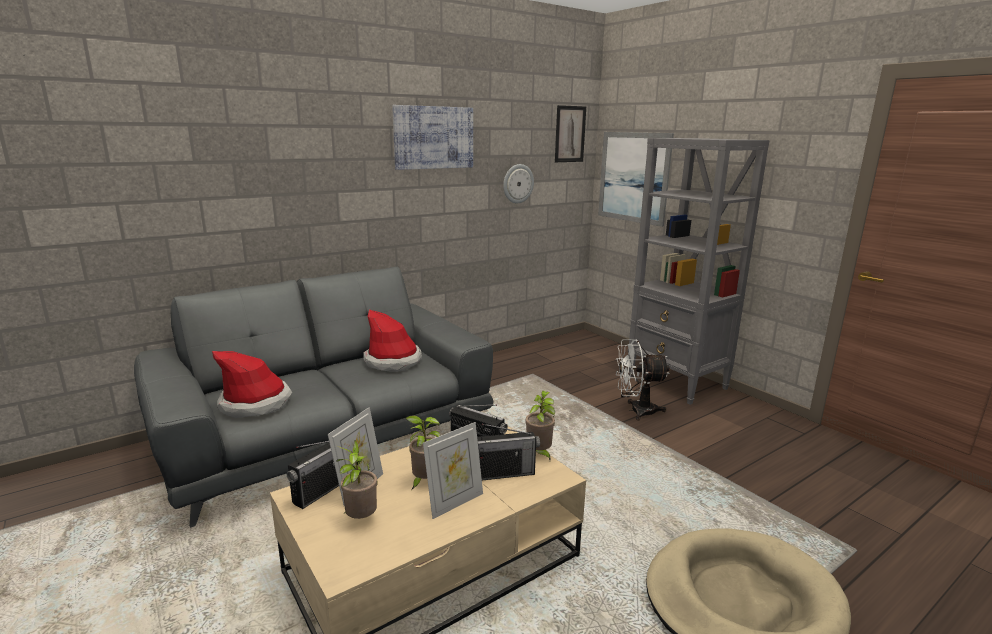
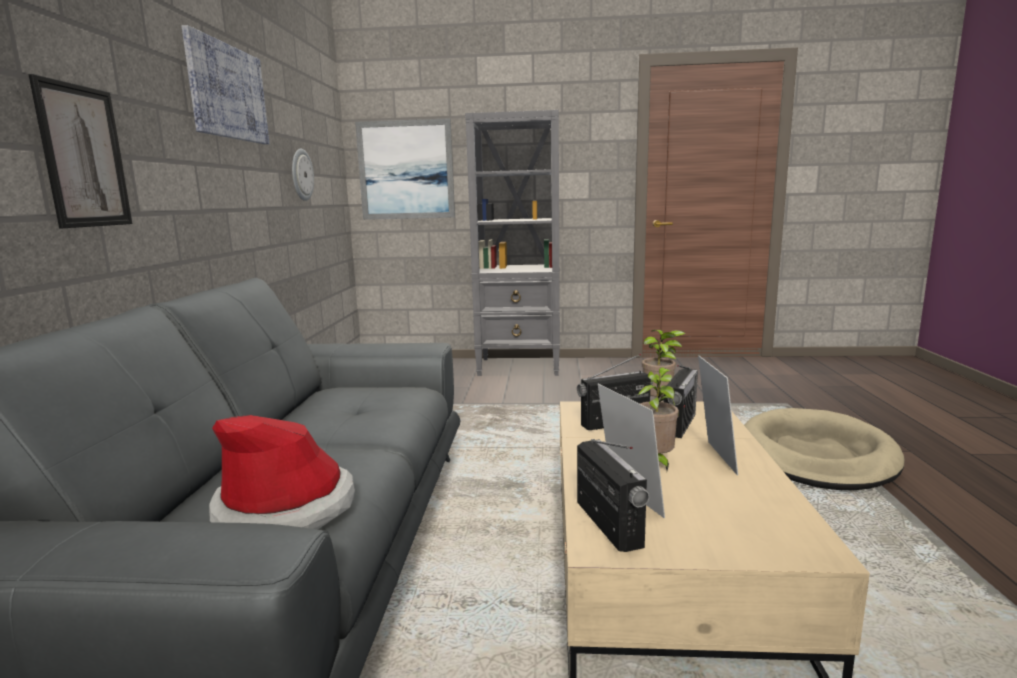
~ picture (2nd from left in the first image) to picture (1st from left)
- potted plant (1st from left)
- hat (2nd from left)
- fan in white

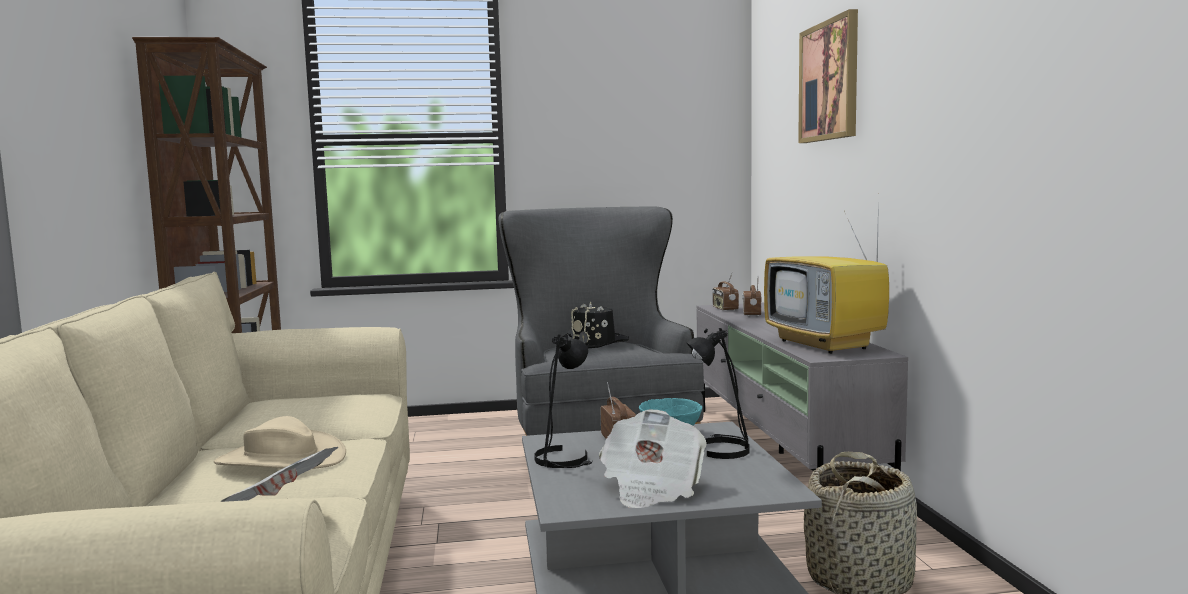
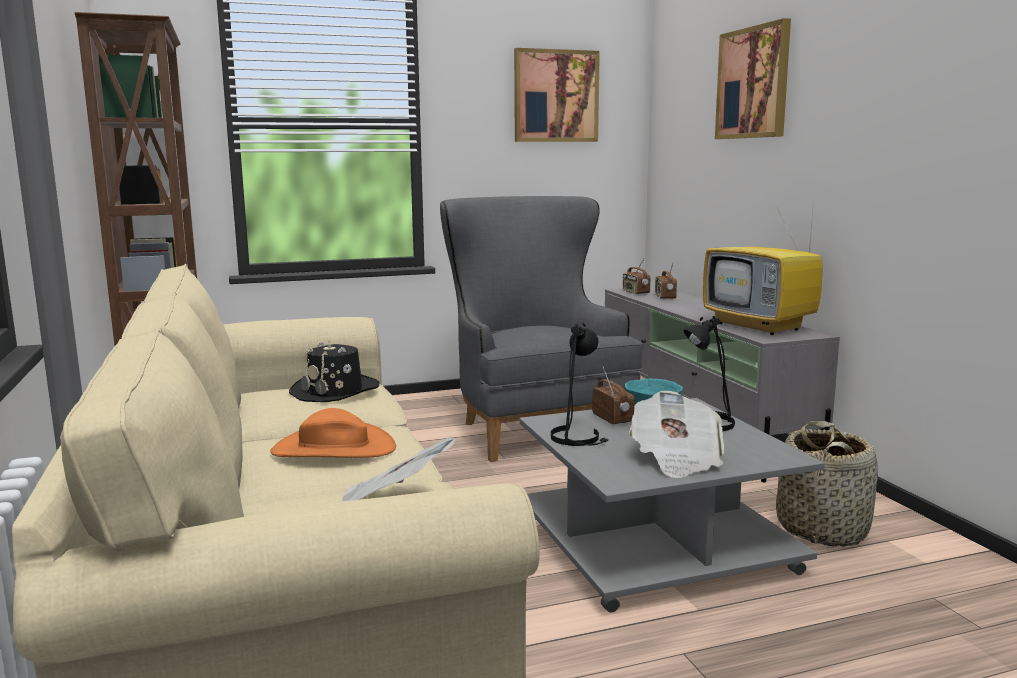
~ hat in beige to hat in orange
~ hat in black
+ picture (1st from left)

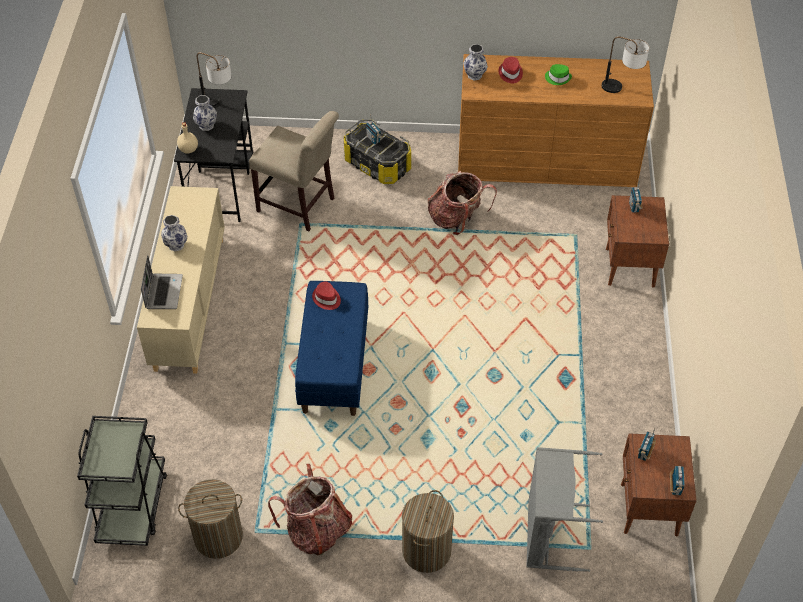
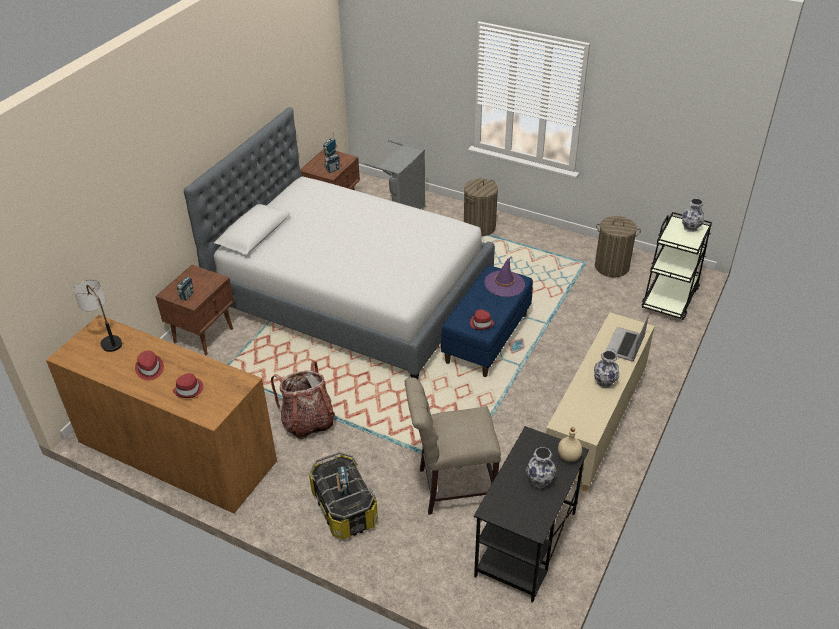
~ hat in green to hat in red (1st from left)
+ bed
~ chair in beige 60 degrees counterclockwise
+ hat in purple
~ vase (3rd from left)
- table lamp (1st from left)
- backpack (1st from left)

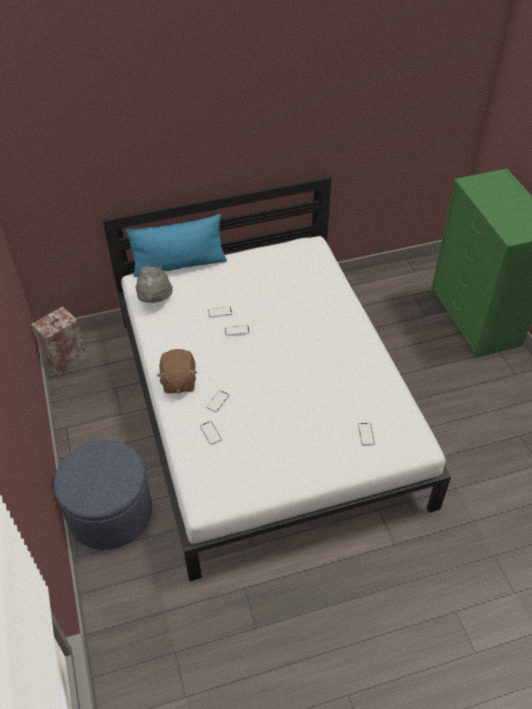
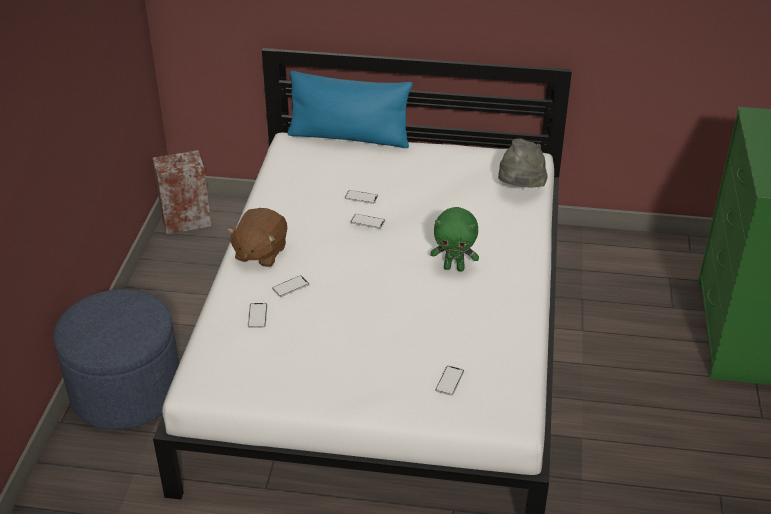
+ plush toy in green
~ hat in grey

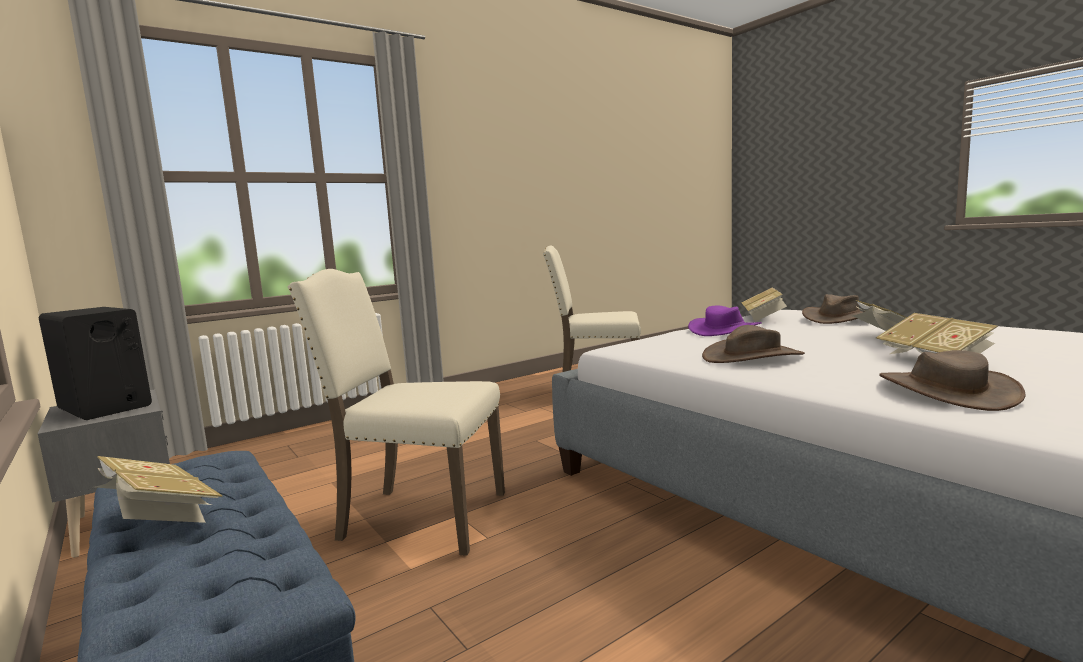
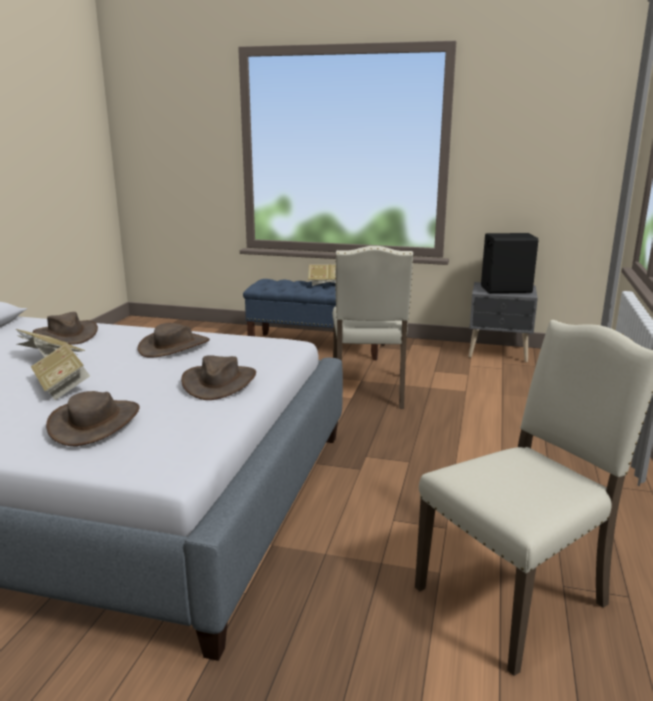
~ hat in purple to hat in brown (4th from left)
~ chair in beige (1st from left) 120 degrees clockwise
- book (2nd from left)

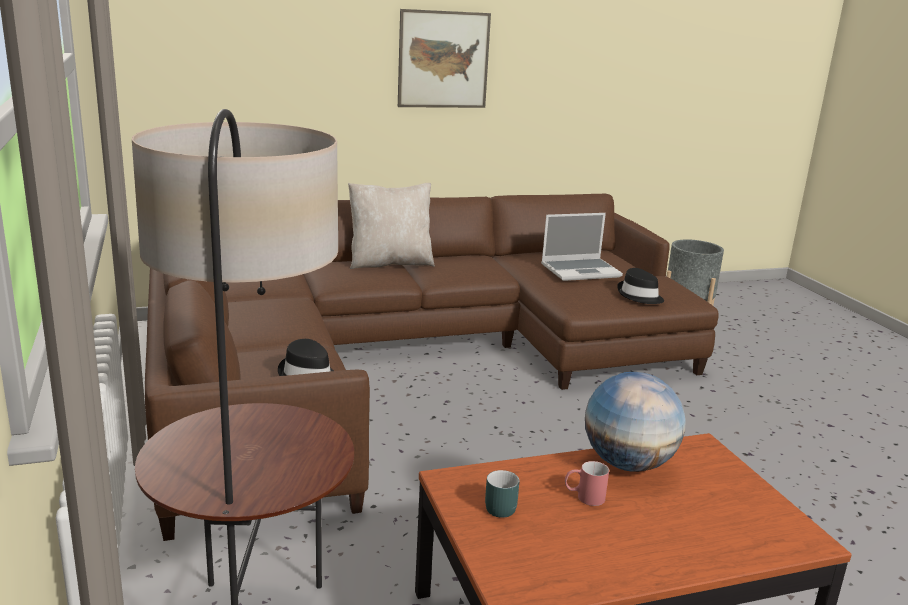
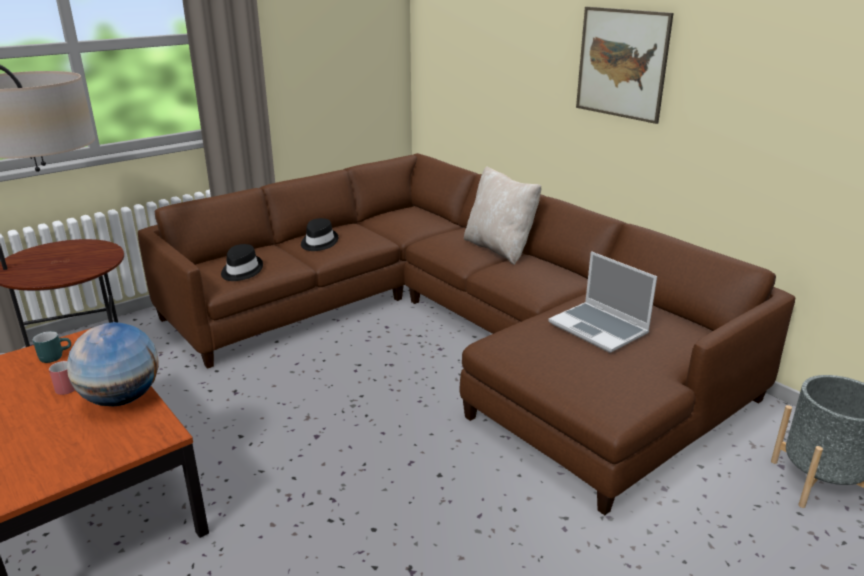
~ hat in black (2nd from left)

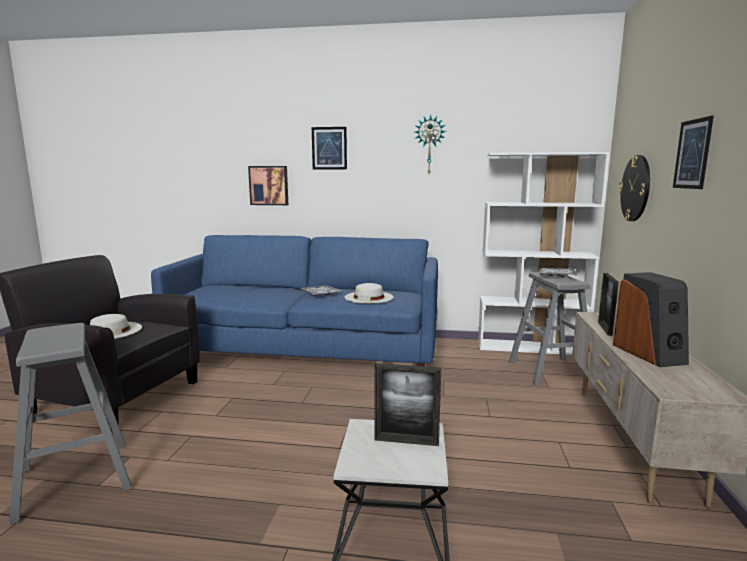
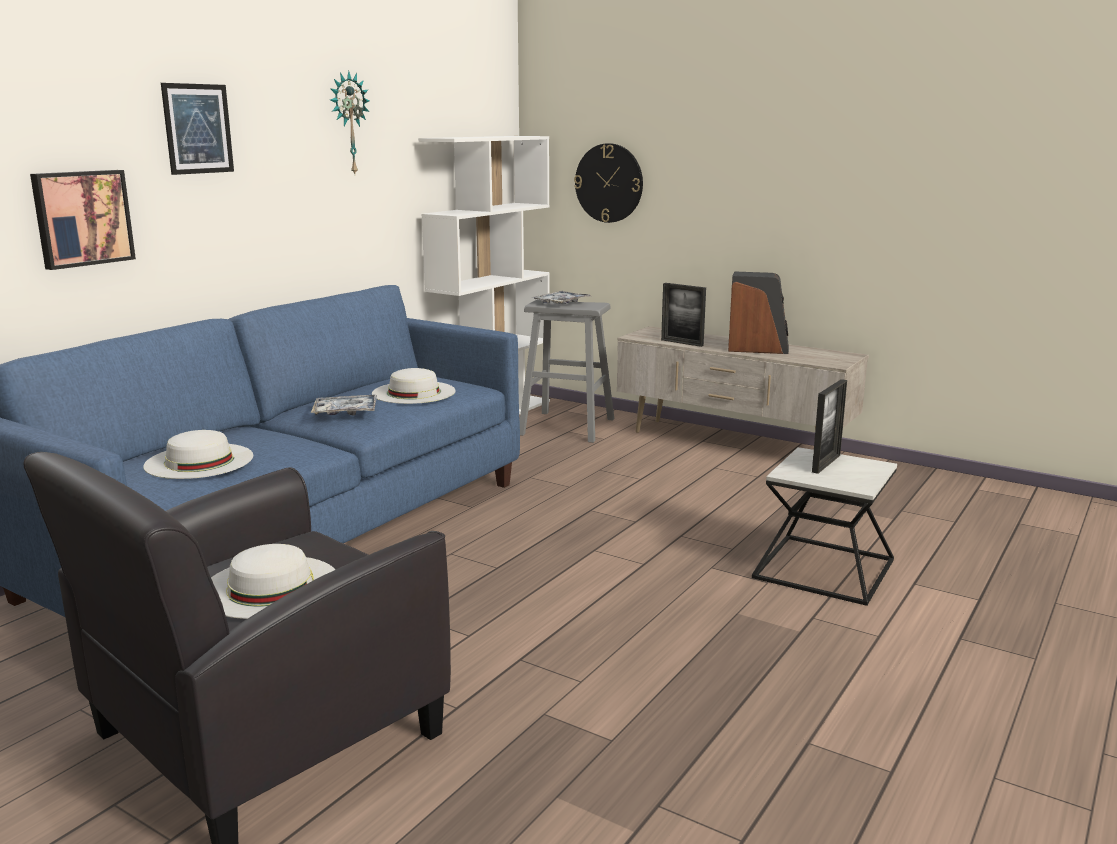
+ hat in white (1st from left)
- stool in grey (1st from left)
- picture (3rd from left)

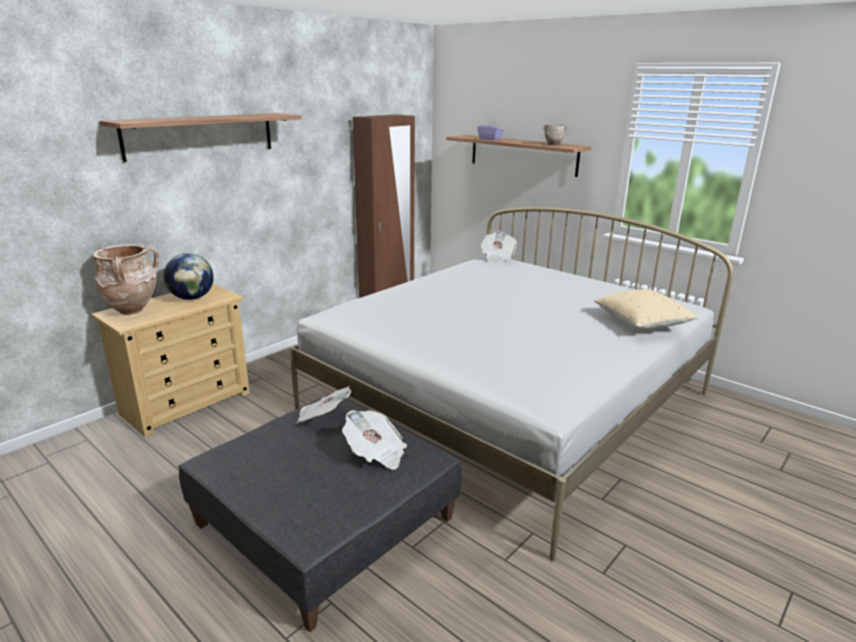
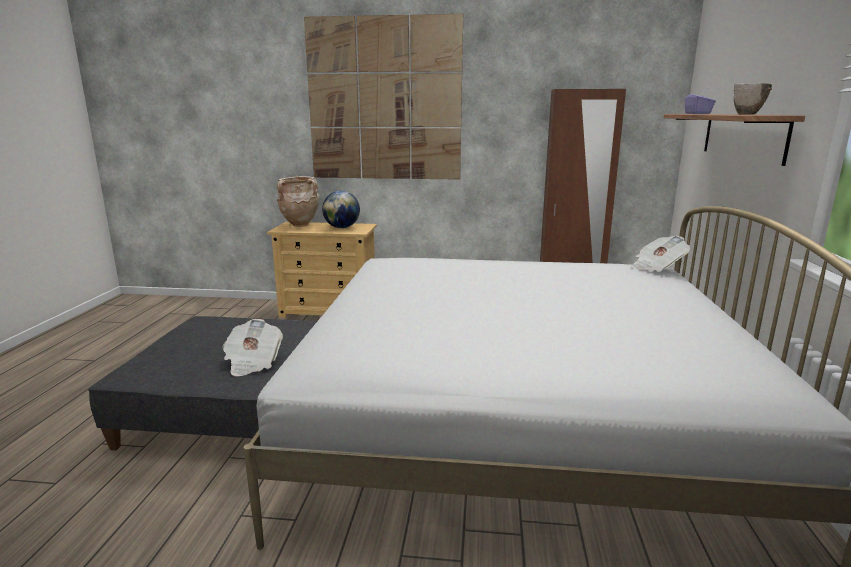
~ shelf (1st from left) to picture
- newspaper (1st from left)
- pillow in beige

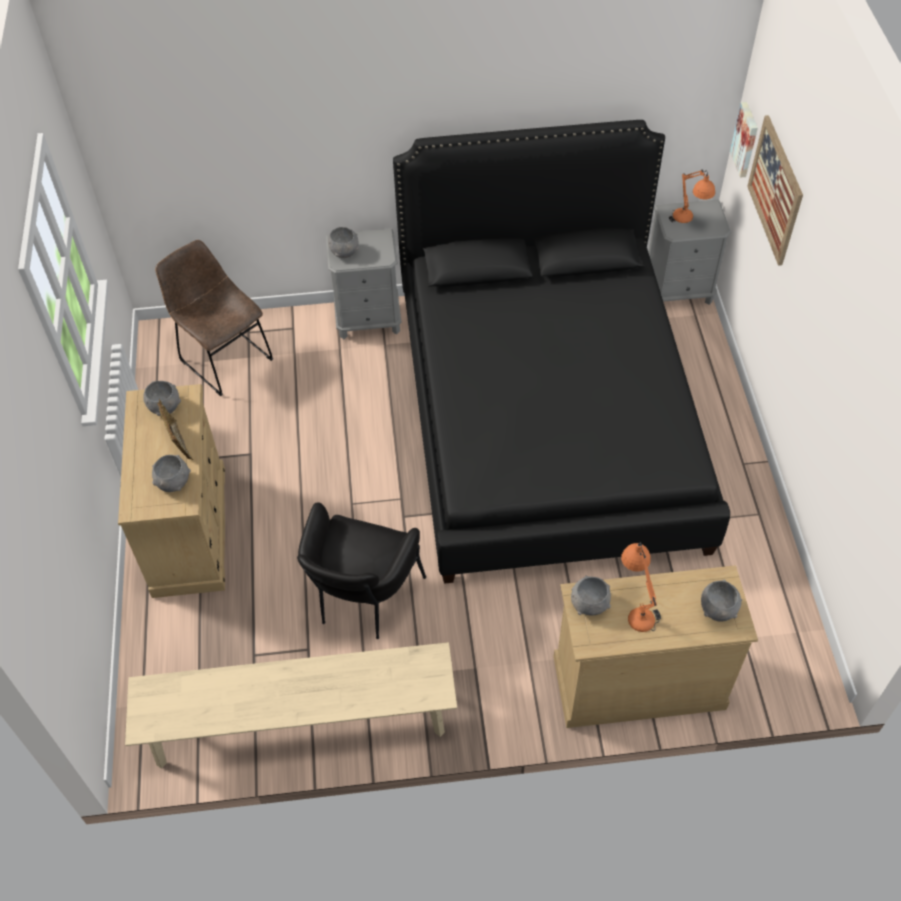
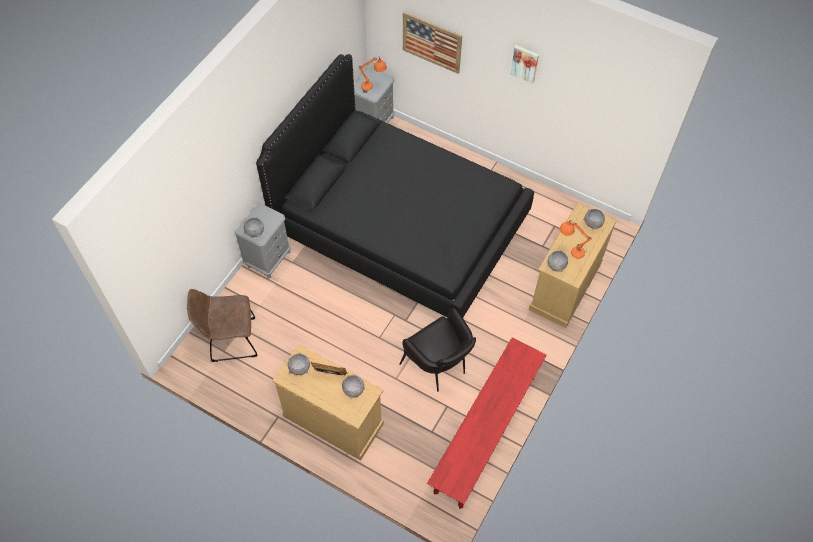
~ bench in beige to bench in red
~ picture (1st from left in the first image) to picture (2nd from left)

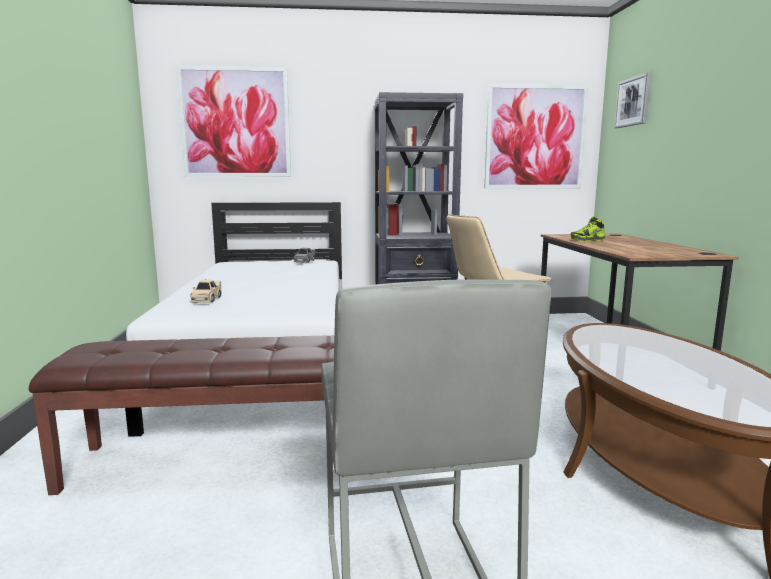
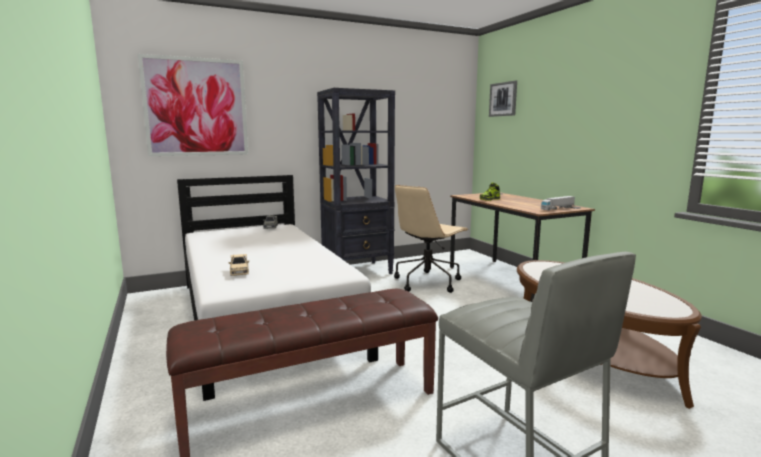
+ toy truck
- picture (2nd from left)

